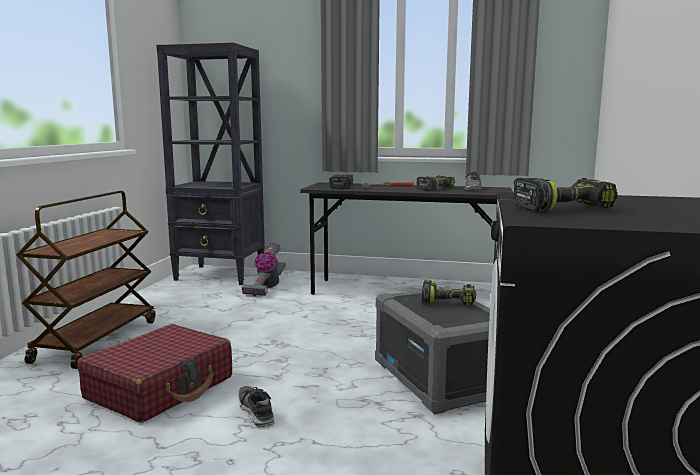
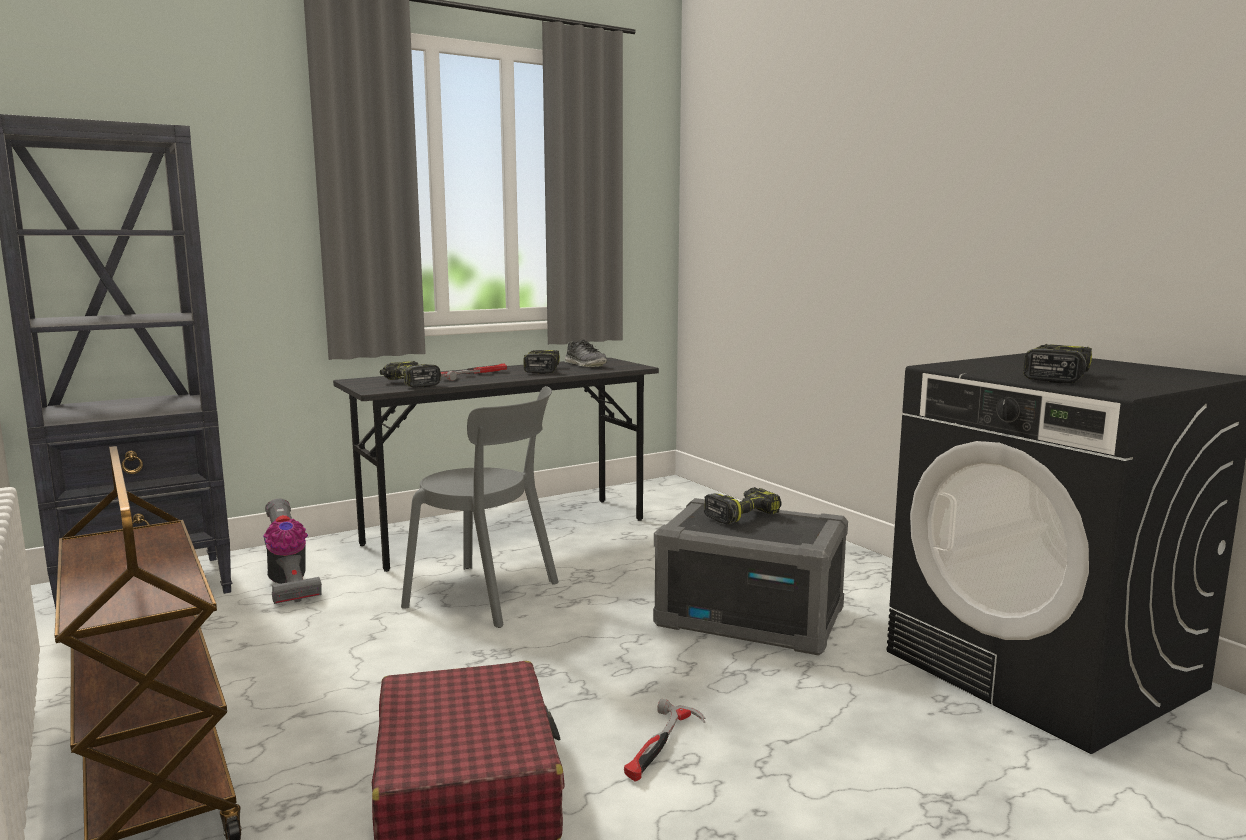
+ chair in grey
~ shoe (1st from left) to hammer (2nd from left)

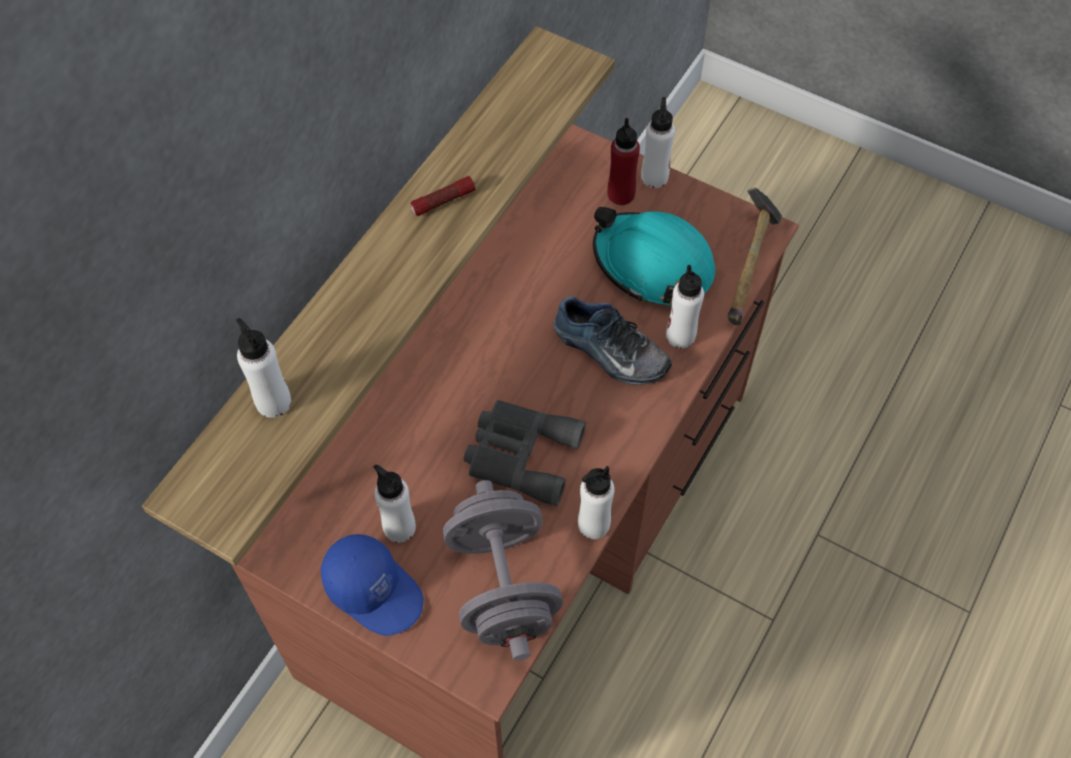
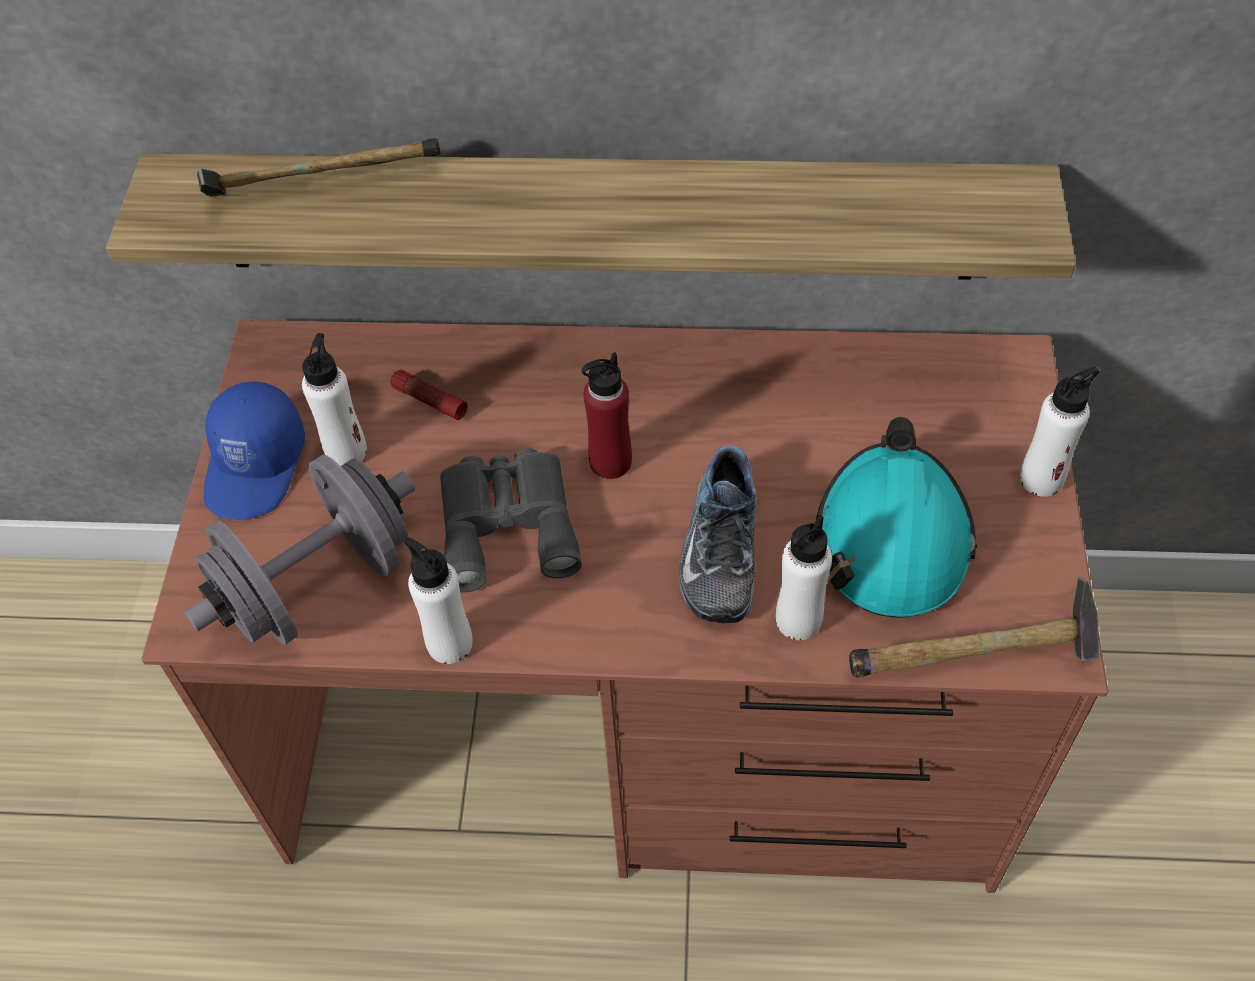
~ bottle in white (1st from left) to hammer (1st from left)
~ flashlight
~ bottle in red

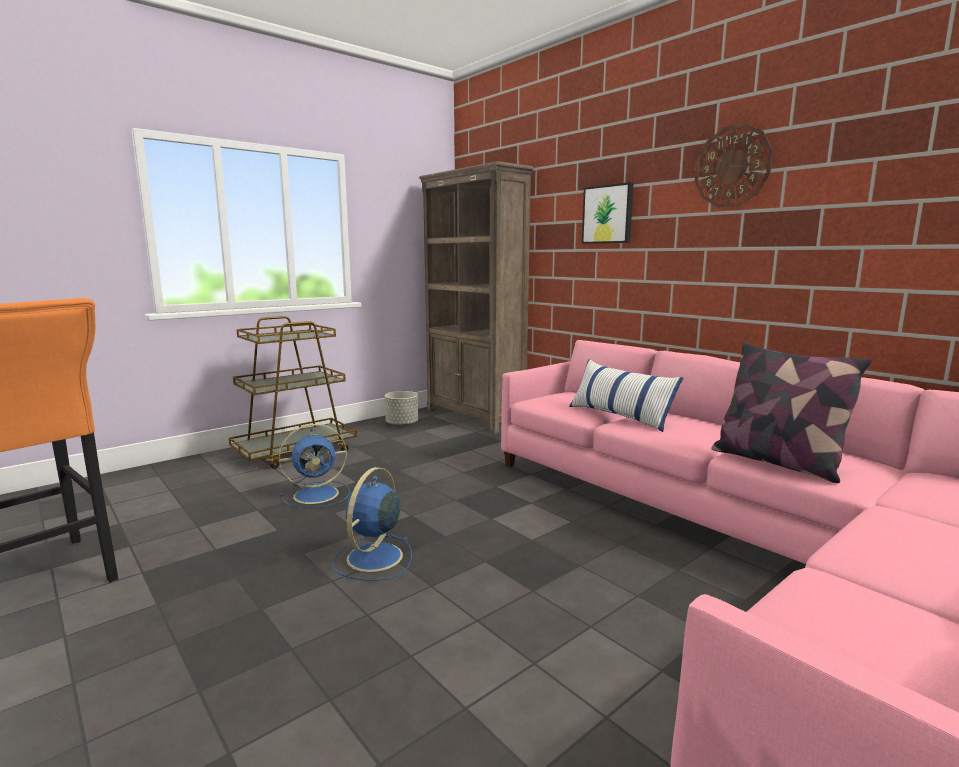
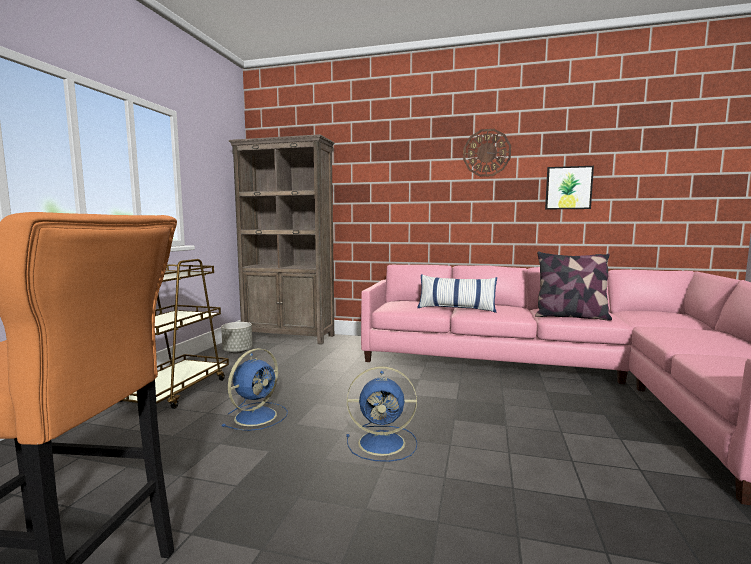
~ fan in blue (2nd from left) 75 degrees counterclockwise
~ picture

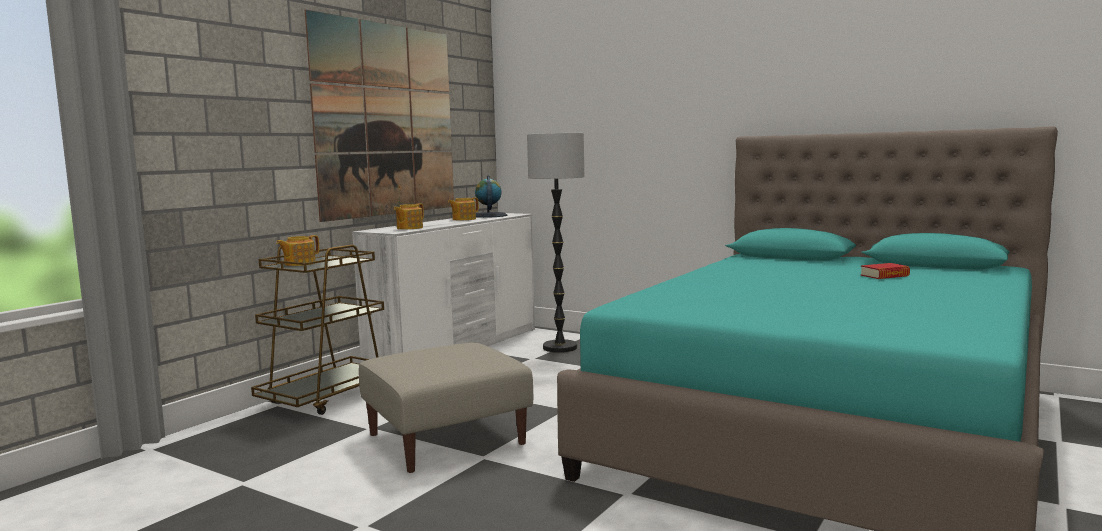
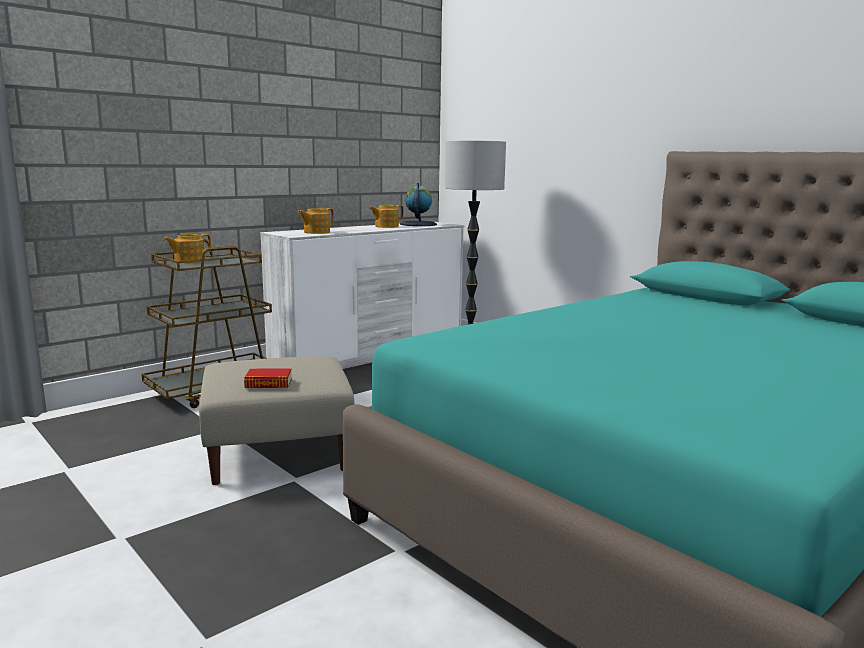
~ book
- picture

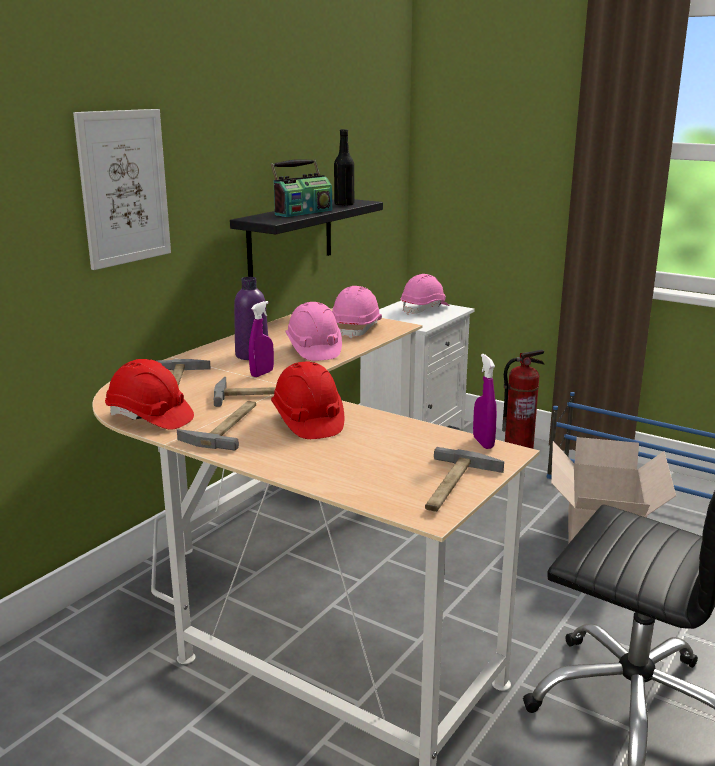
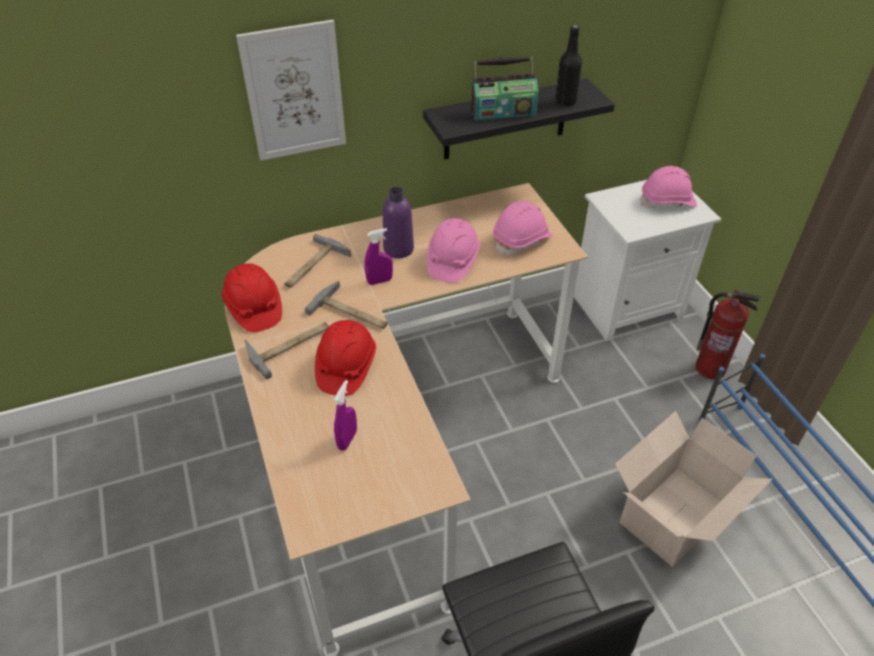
~ spray bottle in purple (2nd from left in the first image) to spray bottle in purple (1st from left)
- hammer (4th from left)

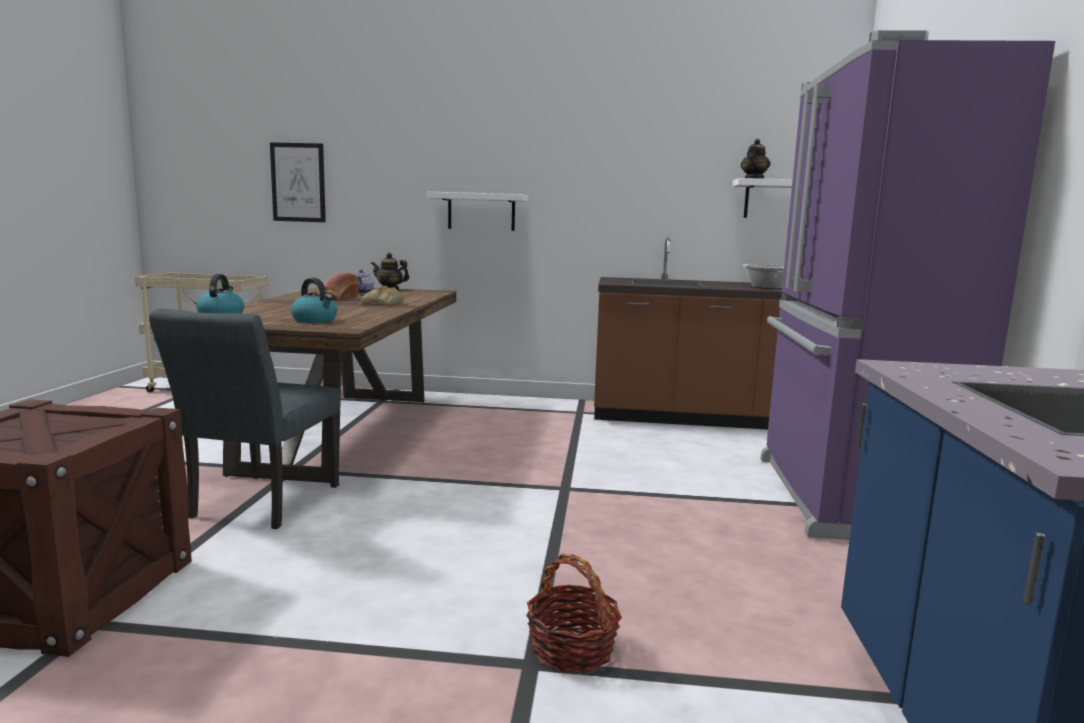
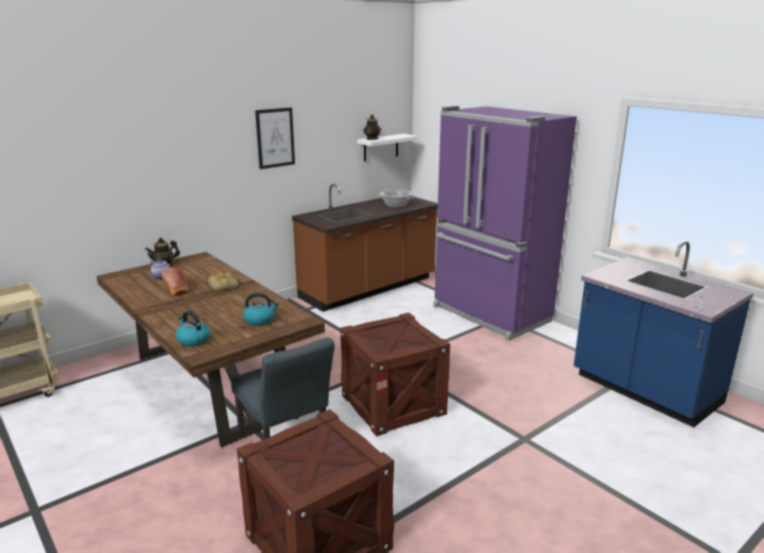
~ picture
+ crate (2nd from left)
- shelf in white (1st from left)
- basket

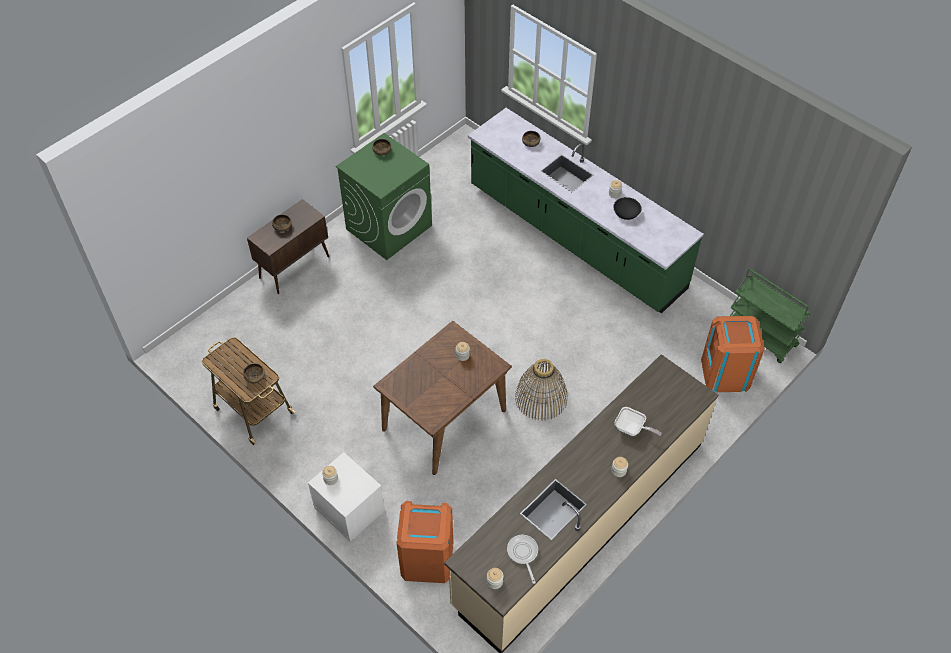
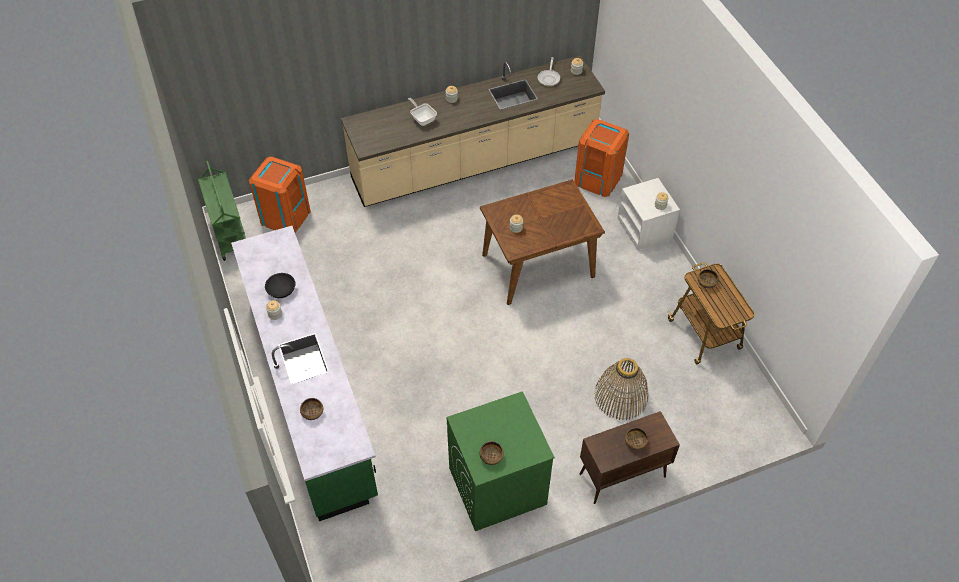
~ basket

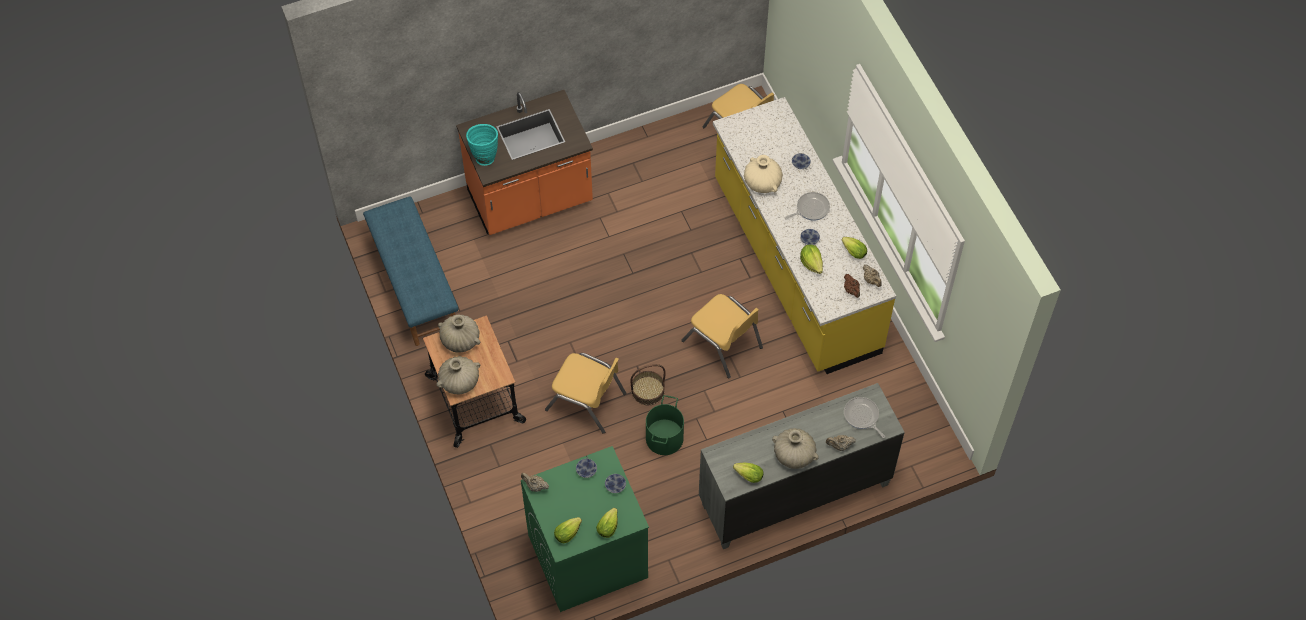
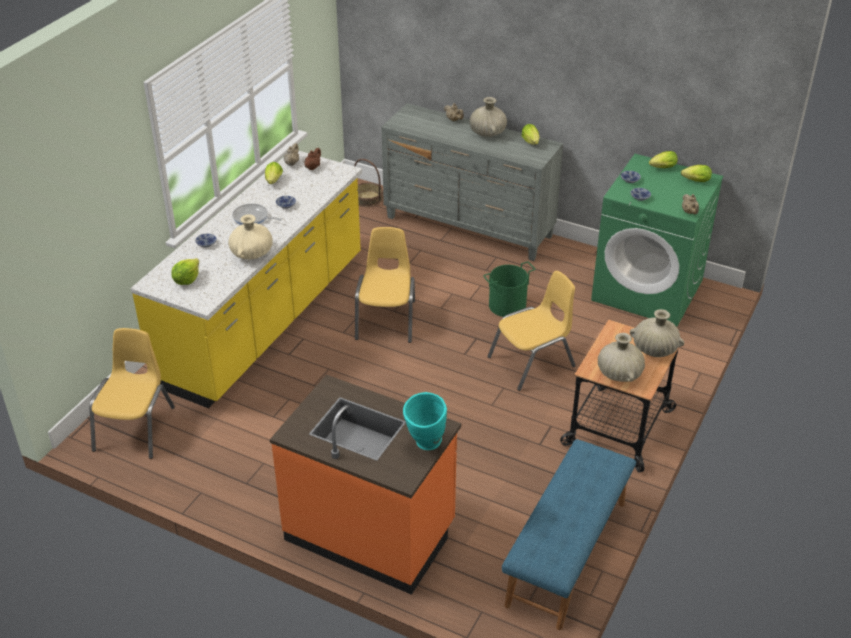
~ lettuce (4th from left in the first image) to lettuce (1st from left)
~ basket
~ chair in yellow (1st from left in the first image) 75 degrees clockwise
- frying pan (2nd from left)

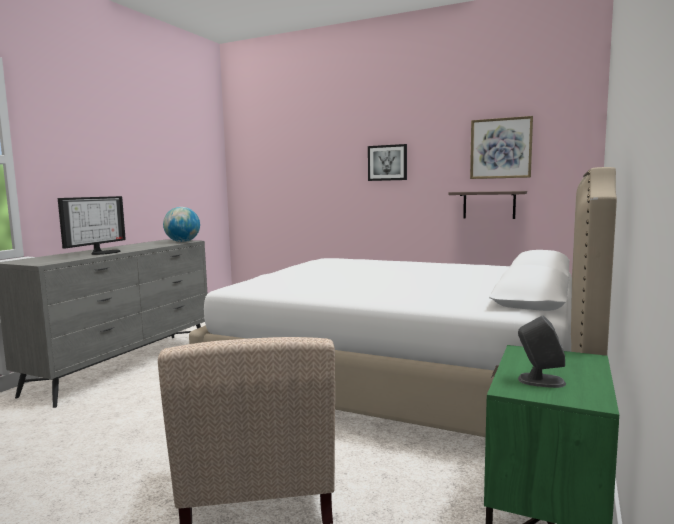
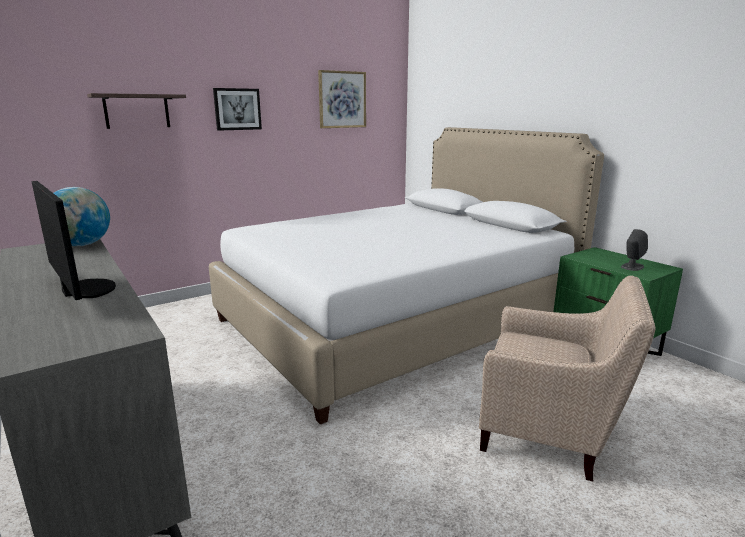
~ shelf

